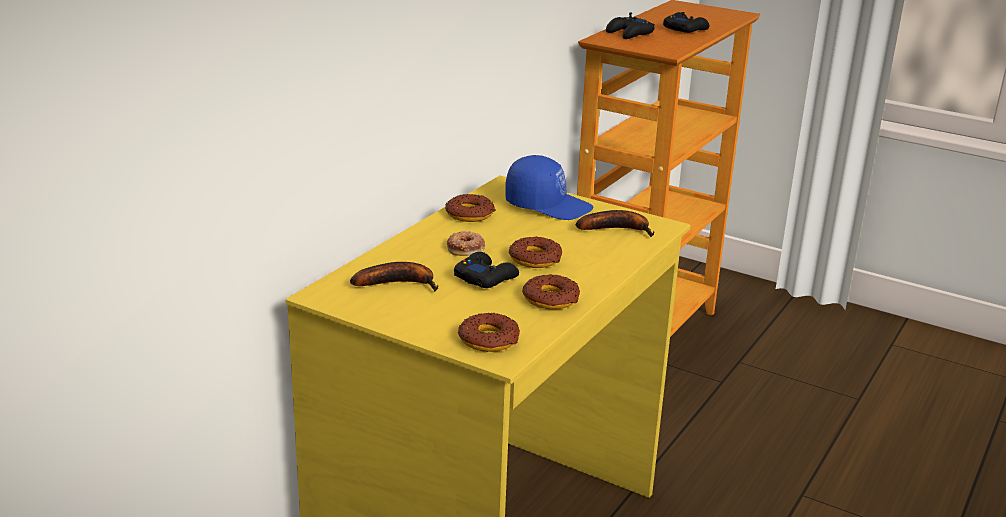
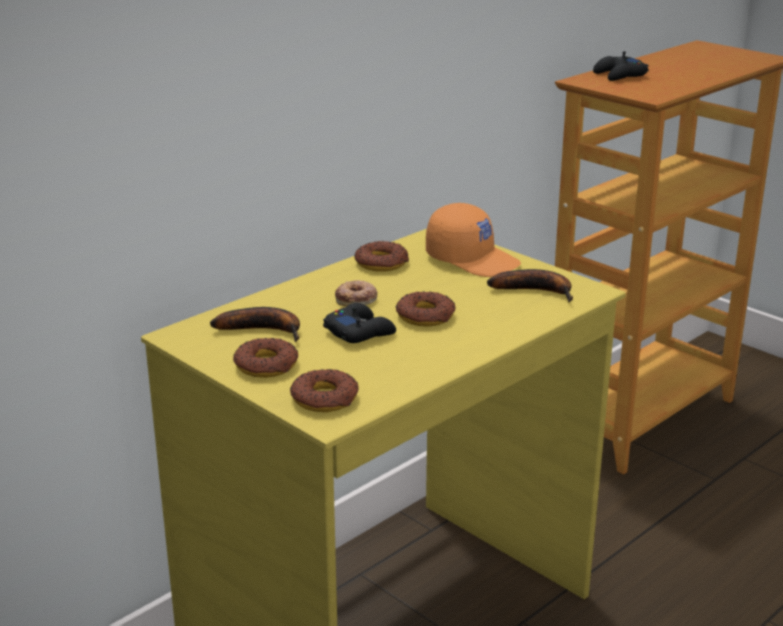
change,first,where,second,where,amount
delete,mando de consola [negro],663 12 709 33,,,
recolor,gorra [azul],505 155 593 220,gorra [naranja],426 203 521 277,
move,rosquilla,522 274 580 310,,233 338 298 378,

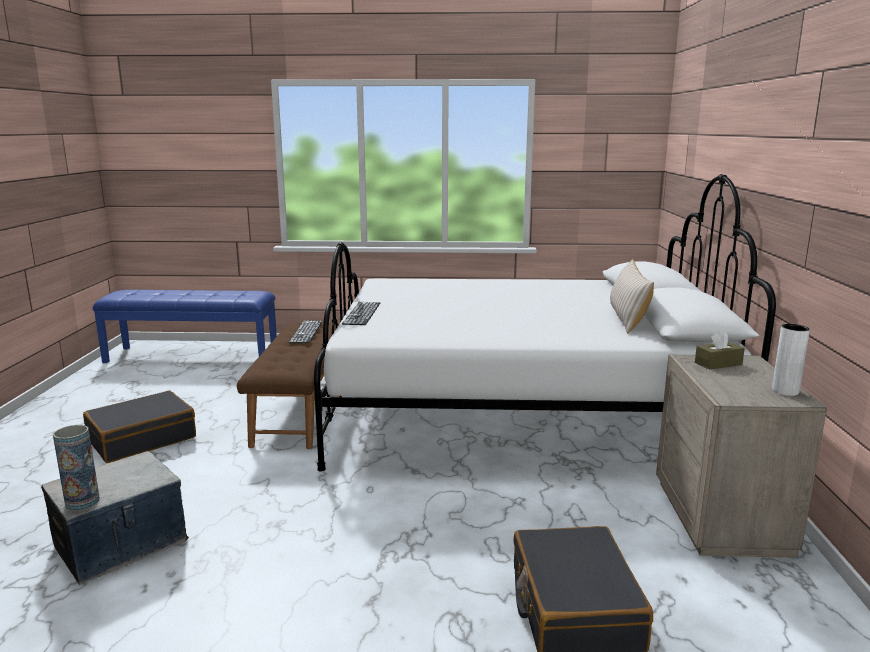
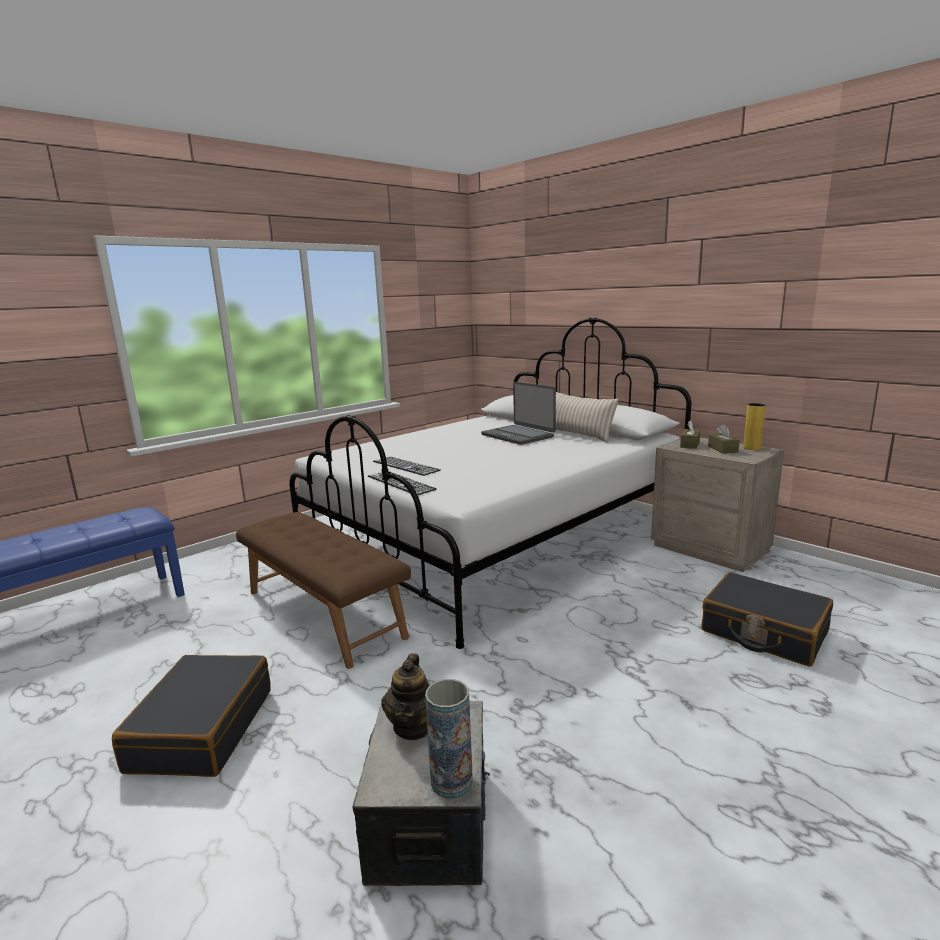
change,first,where,second,where,amount
move,teclado,289 321 322 343,,373 456 441 476,
recolor,florero [blanco],772 324 810 396,florero [amarillo],743 403 766 450,
insert,,,portátil,481 382 556 445,
insert,,,caja de pañuelos [marrón],708 424 740 454,
insert,,,tetera,381 653 430 740,

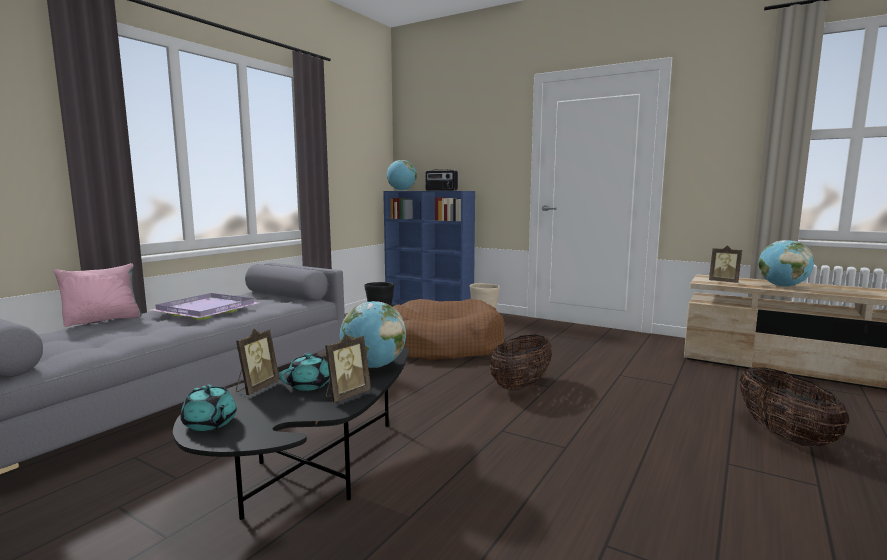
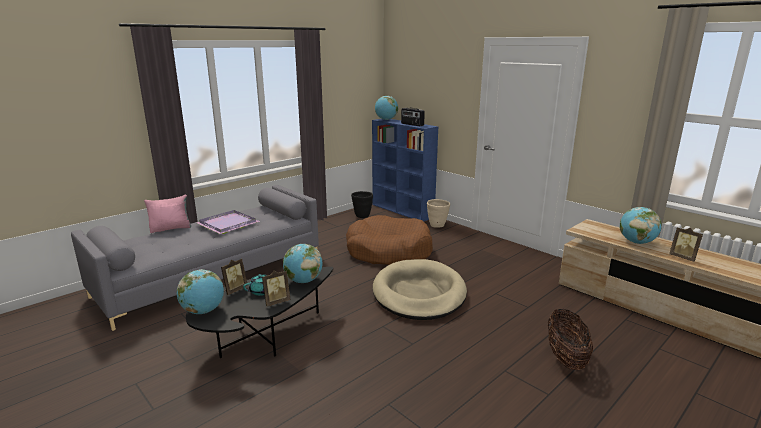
change,first,where,second,where,amount
move,portarretratos,709 245 742 283,,669 227 703 262,
replace,cesta,490 335 552 390,cama para perro [beis],373 259 467 320,
replace,tetera [turquesa],180 385 237 431,globo terráqueo,177 269 224 314,

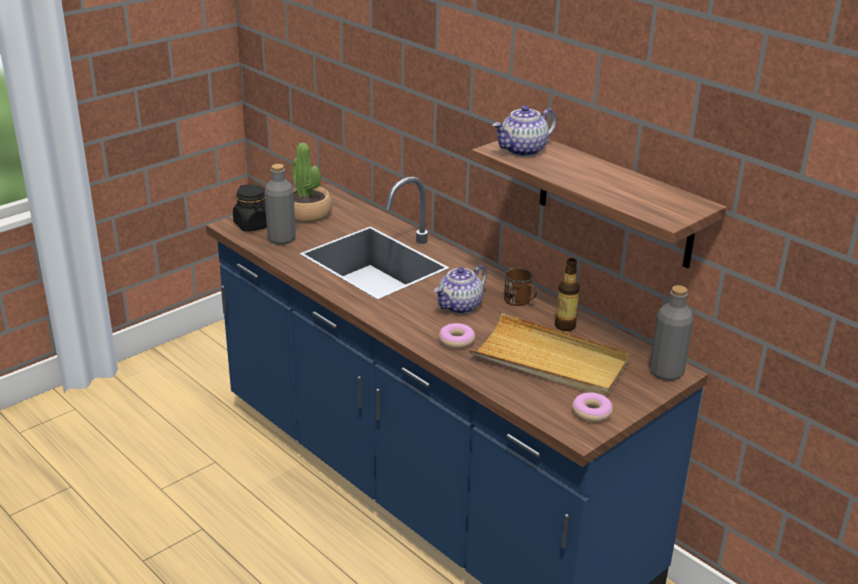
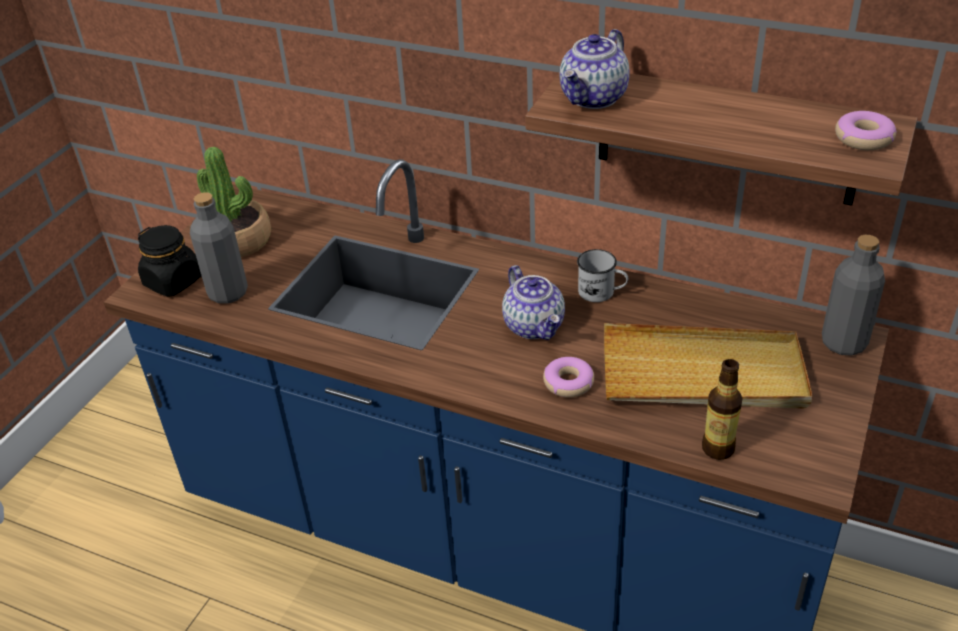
change,first,where,second,where,amount
move,botella,555 258 580 331,,702 359 743 460,
rotate,tetera,434 265 487 314,,502 265 565 340,45 degrees counterclockwise
recolor,taza grande [marrón],504 268 537 306,taza grande [blanco],577 249 628 302,
move,rosquilla,572 392 613 422,,835 111 897 150,

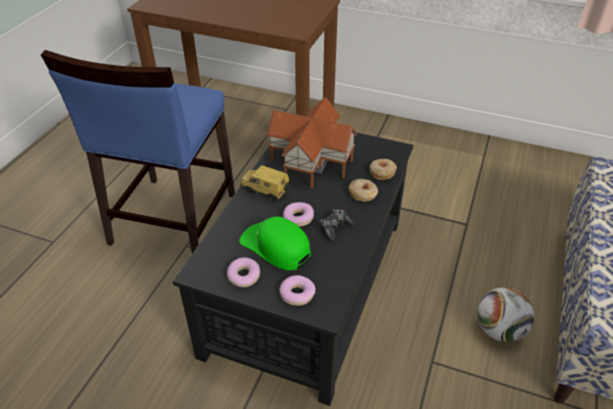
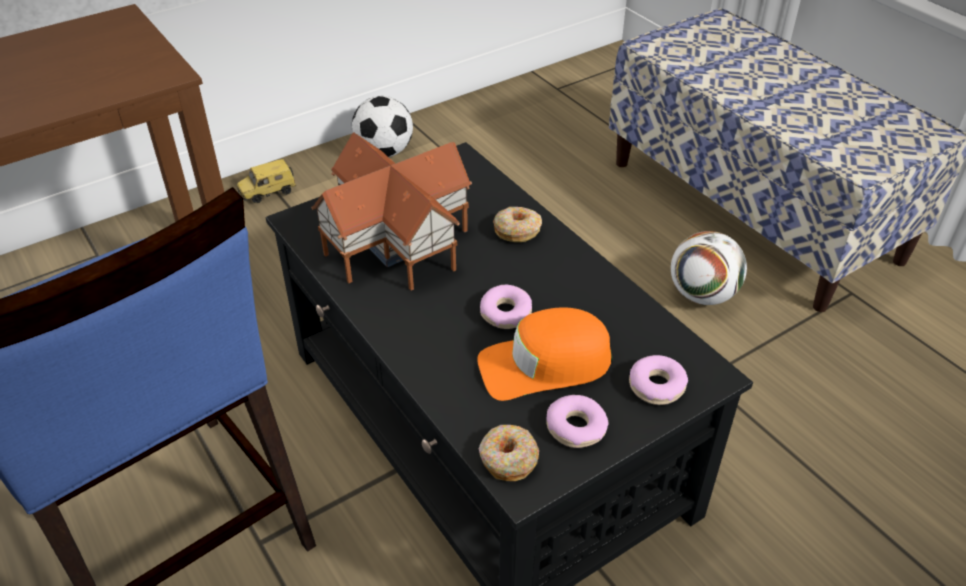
change,first,where,second,where,amount
move,rosquilla,369 159 397 180,,479 425 539 481,
move,coche de juguete,241 165 290 201,,237 159 296 203,
delete,mando de consola,319 209 354 241,,,
recolor,gorra [verde],239 216 311 270,gorra [naranja],477 307 612 401,
insert,,,balón de fútbol,352 96 413 157,

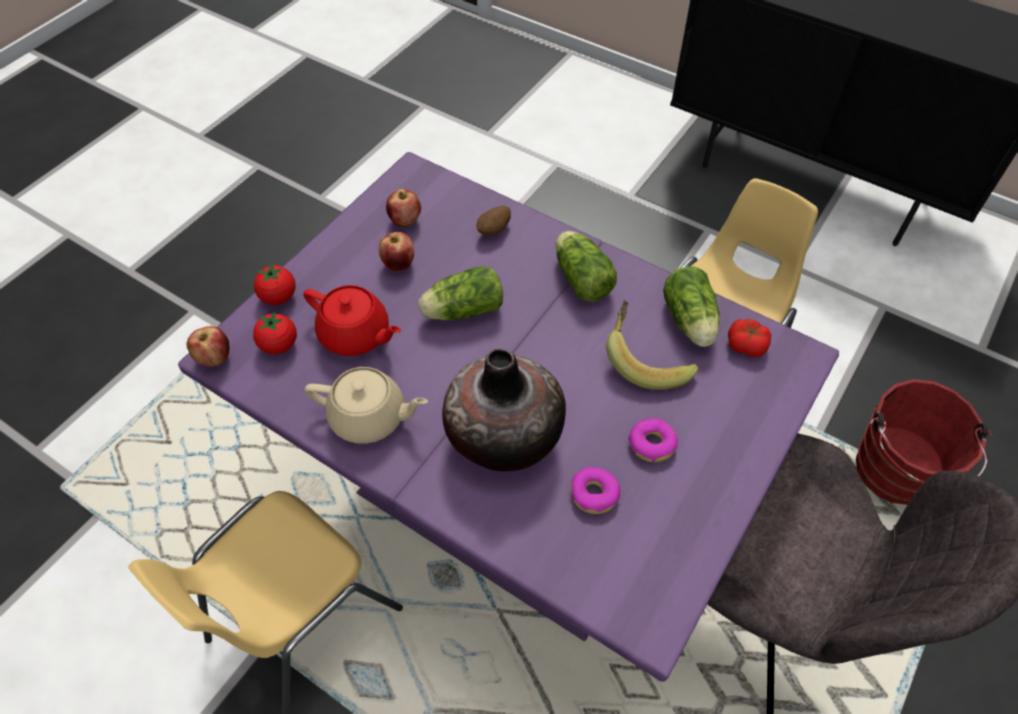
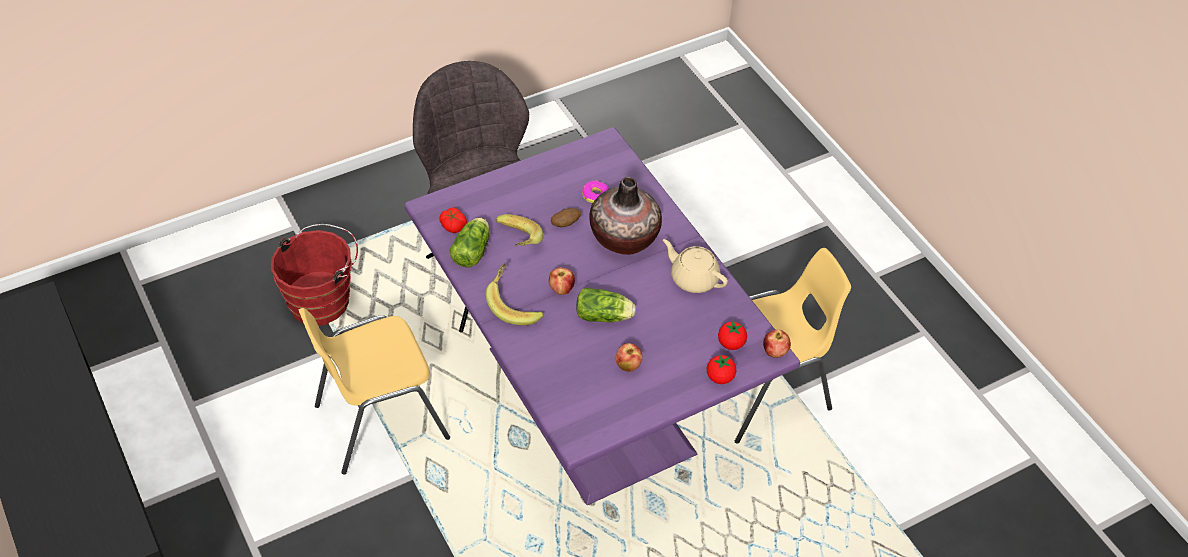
change,first,where,second,where,amount
move,manzana,386 189 421 227,,549 267 575 295,
move,patata,477 206 511 236,,551 208 581 227,
replace,lechuga,555 231 617 302,plátano,485 263 544 325,
delete,tetera [rojo],304 285 401 356,,,
delete,rosquilla,628 418 678 463,,,

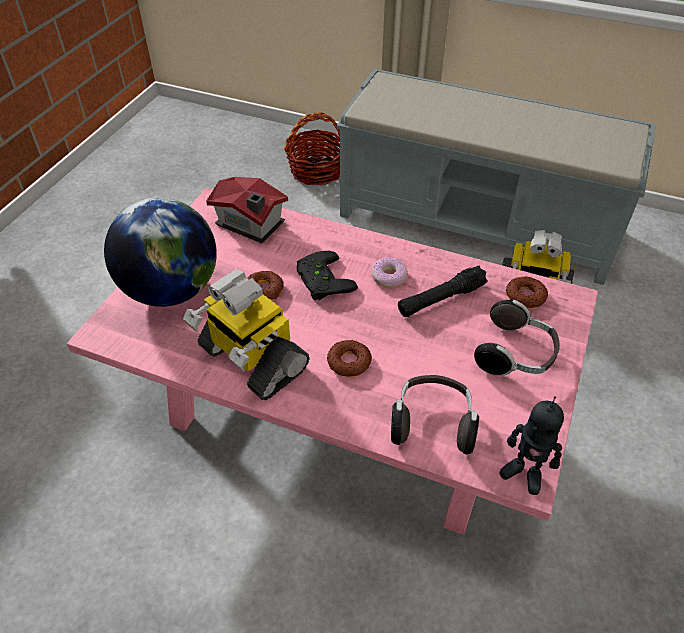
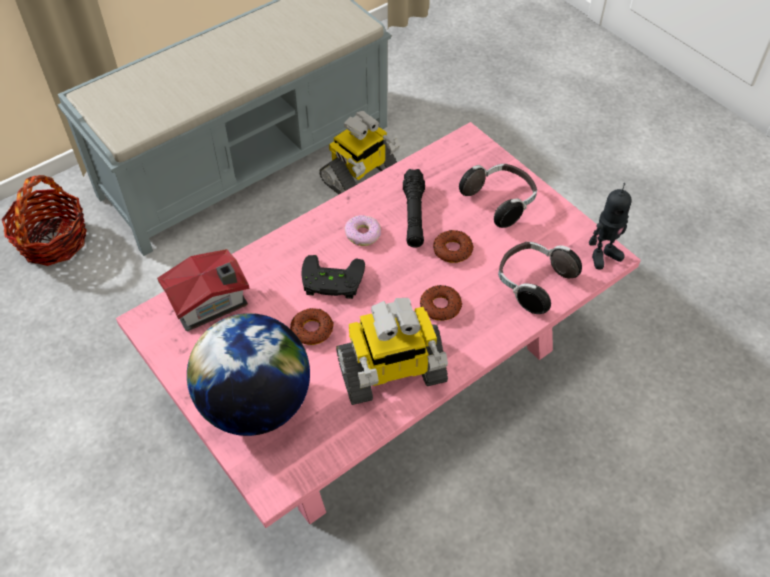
change,first,where,second,where,amount
move,rosquilla,506 276 548 309,,433 230 473 263,

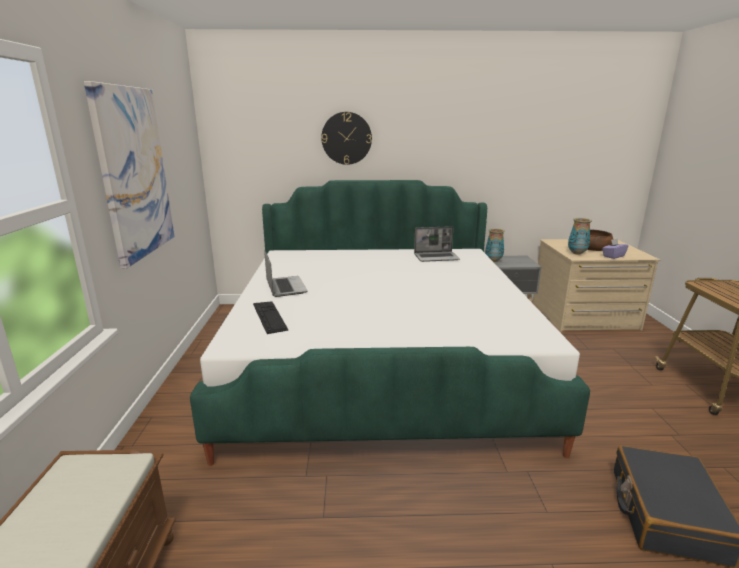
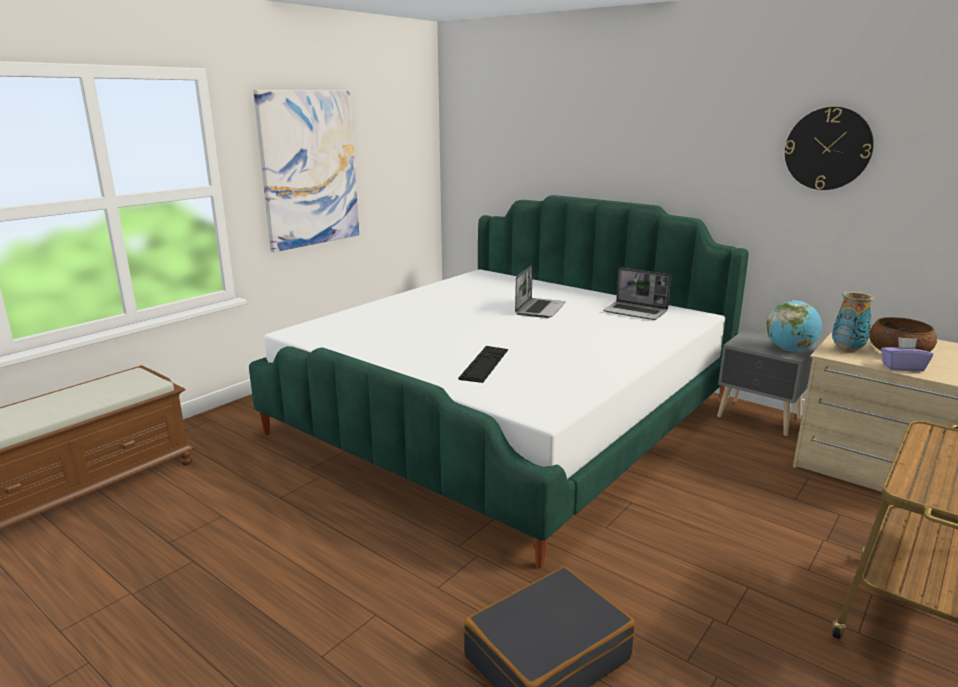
change,first,where,second,where,amount
move,reloj de pared,321 112 372 165,,785 107 874 190,
delete,florero,485 228 505 262,,,
move,portátil,264 251 308 297,,515 265 566 318,
move,teclado,253 301 289 334,,458 346 508 383,
insert,,,globo terráqueo,766 300 822 351,

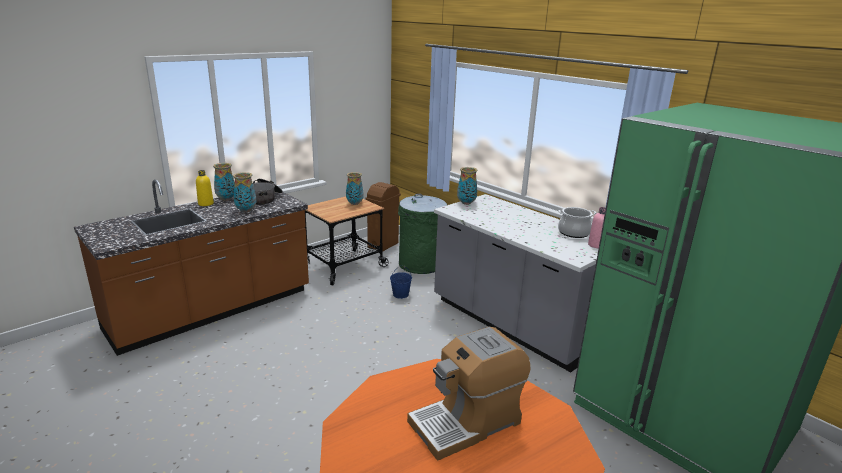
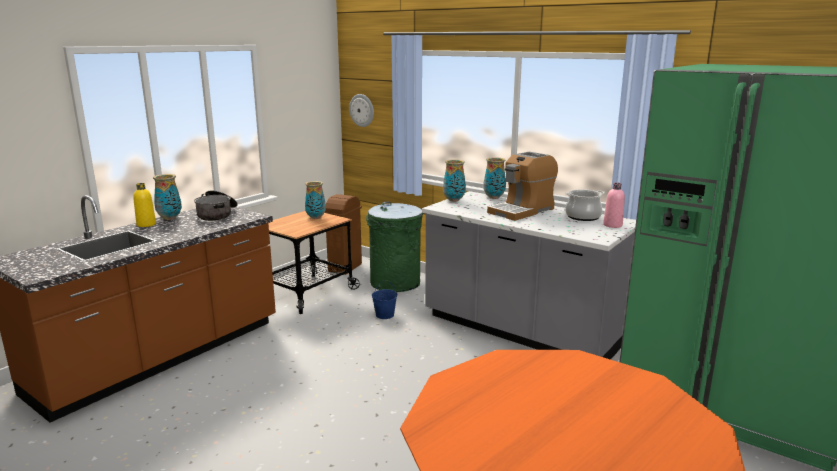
change,first,where,second,where,amount
move,florero,233 172 256 212,,484 157 506 199,
move,cafetera,407 327 530 461,,487 152 558 221,
insert,,,reloj de pared,349 94 374 127,

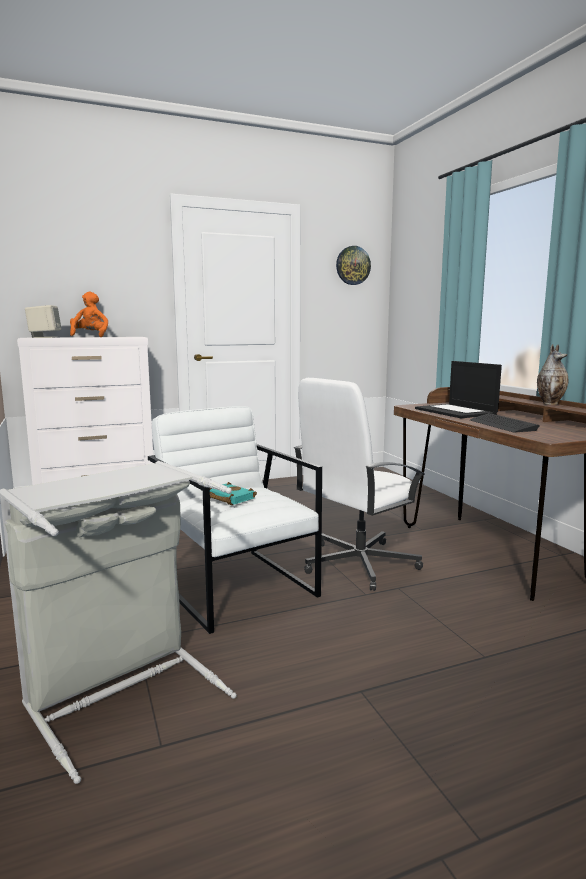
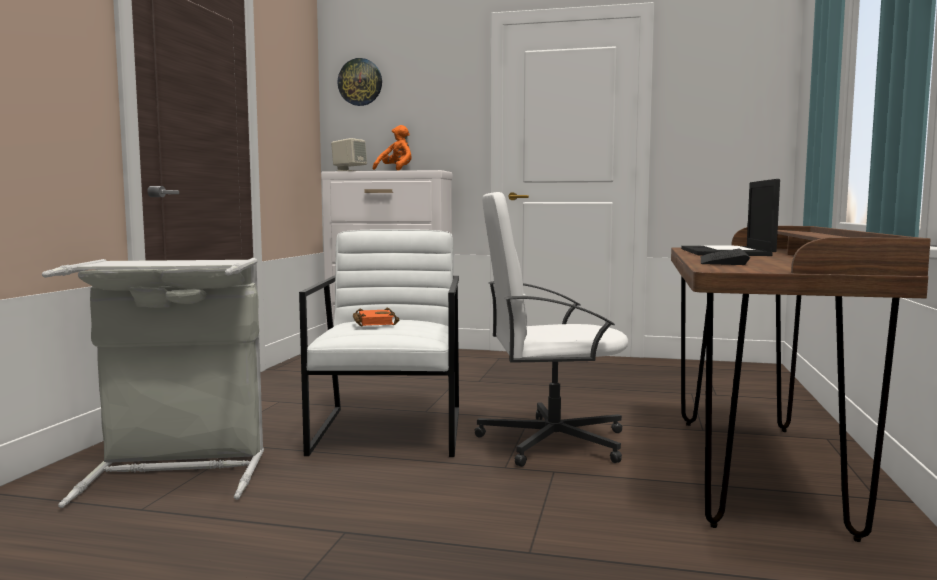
change,first,where,second,where,amount
move,reloj de pared,336 246 371 285,,337 58 382 106,
delete,florero,537 344 569 405,,,
recolor,libro [turquesa],210 482 257 505,libro [naranja],353 308 400 326,

